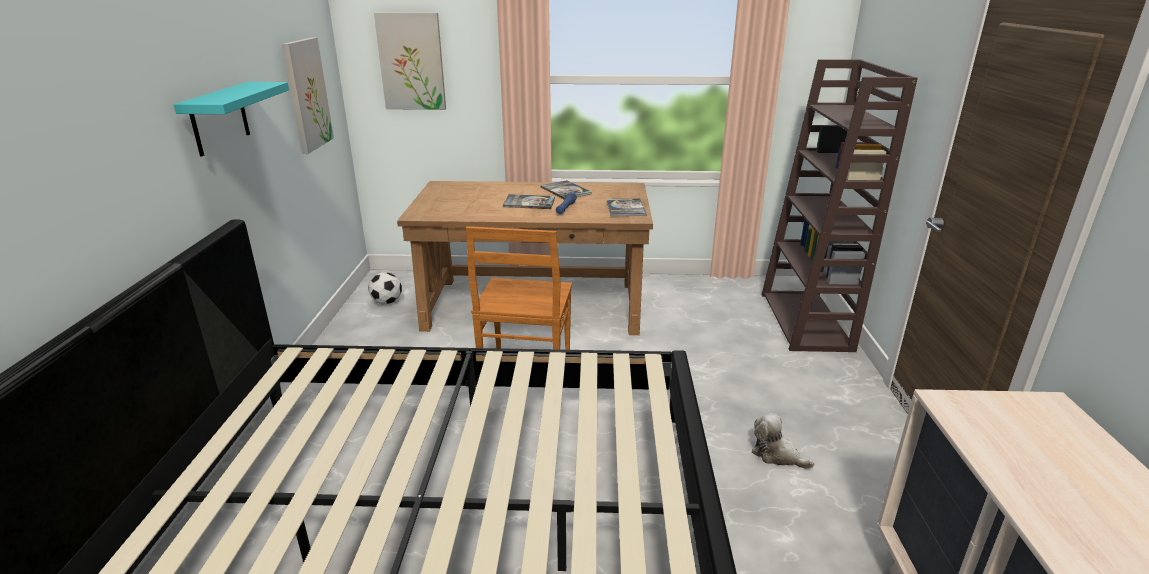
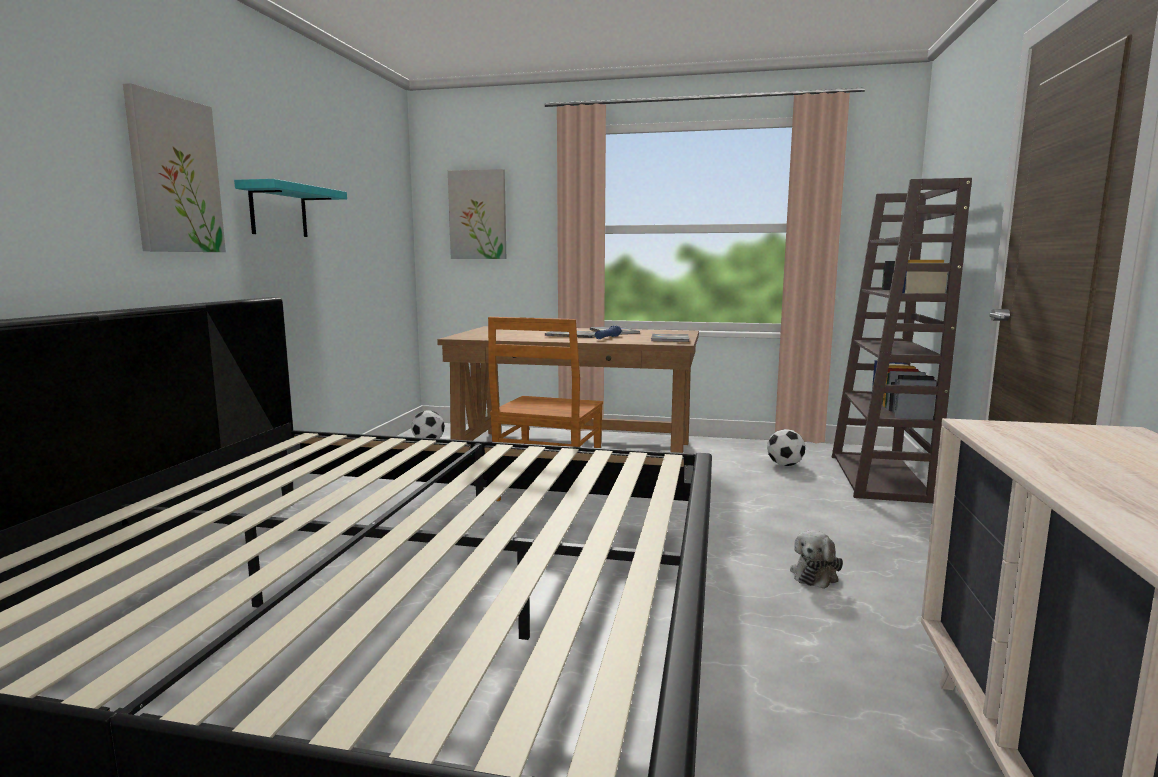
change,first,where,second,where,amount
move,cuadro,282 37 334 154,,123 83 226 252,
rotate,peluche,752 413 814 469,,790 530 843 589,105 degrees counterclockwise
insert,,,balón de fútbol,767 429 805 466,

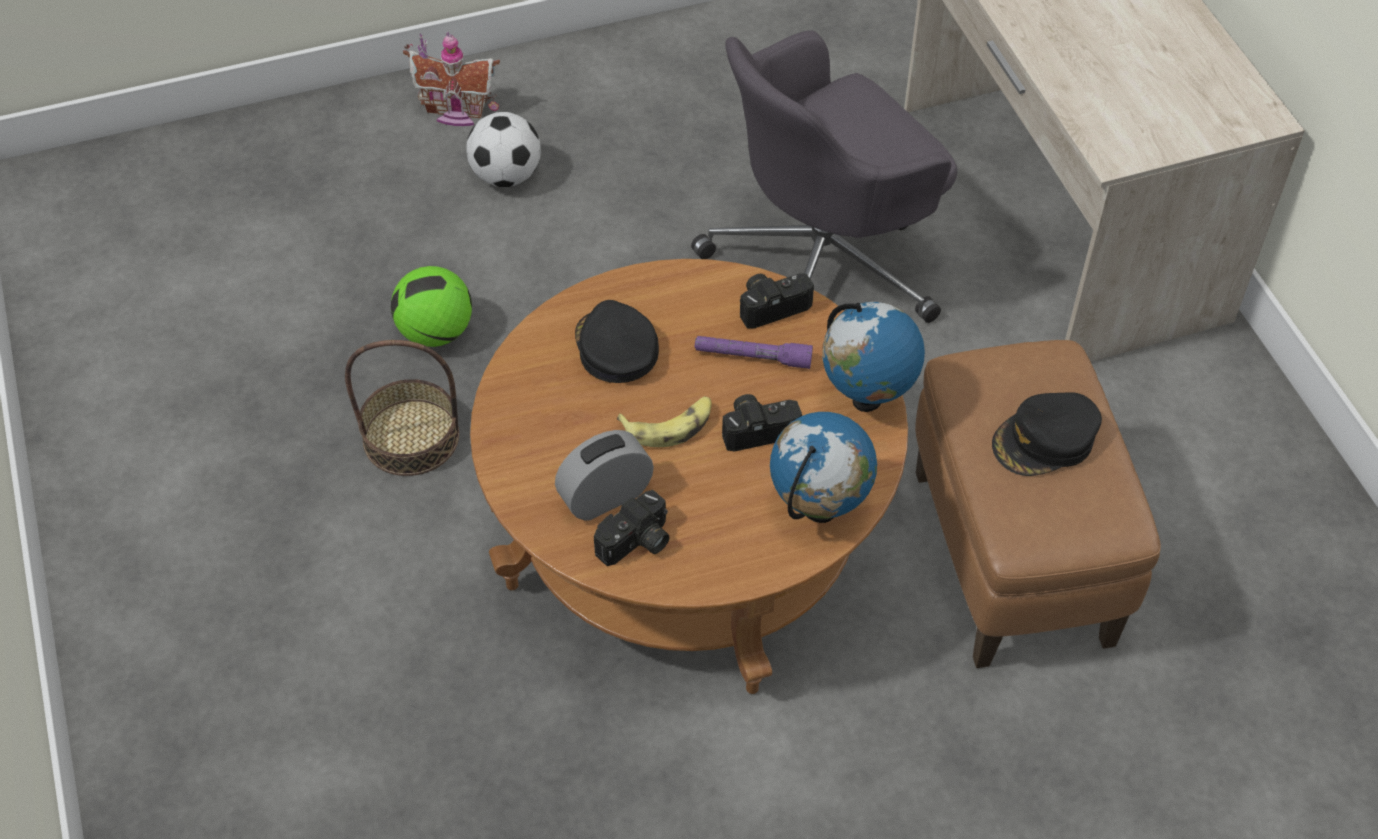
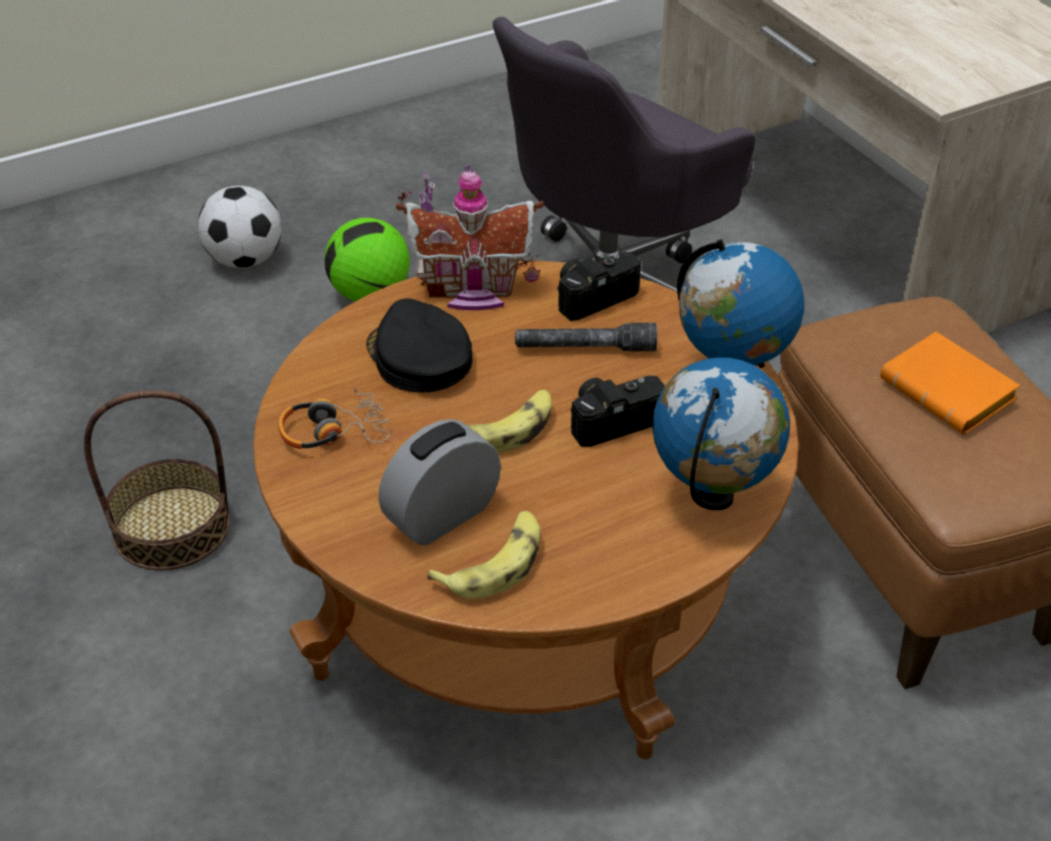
change,first,where,second,where,amount
move,casita,403 32 500 126,,396 164 543 310,
move,balón de fútbol,391 266 472 347,,324 218 410 302,
recolor,linterna [morado],695 336 813 369,linterna [gris],515 323 657 351,
replace,gorra [negro],992 392 1102 476,libro [naranja],880 332 1020 435,
replace,cámara,594 490 670 566,plátano,427 511 541 599,
insert,,,auriculares,278 386 389 449,

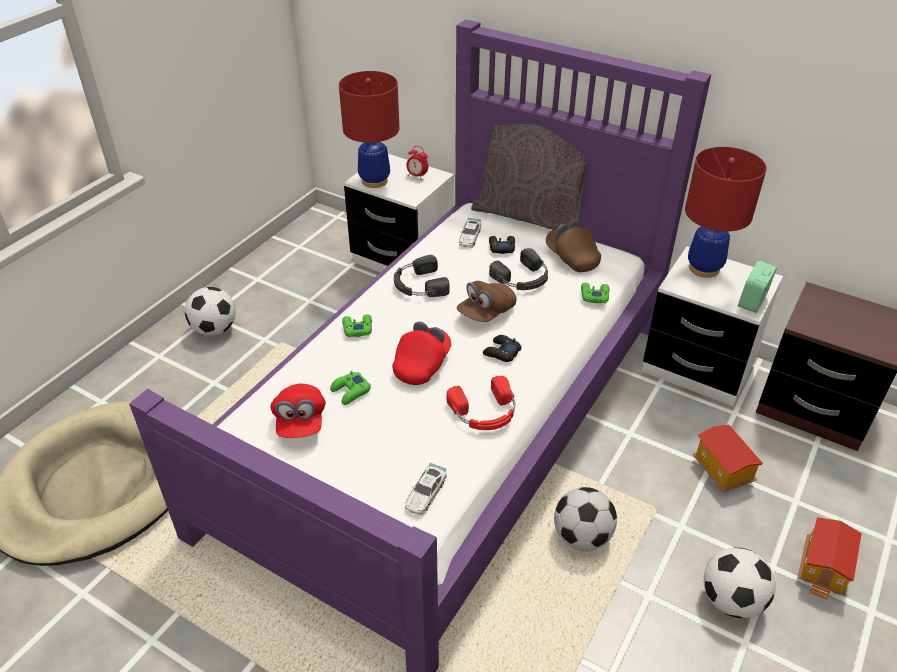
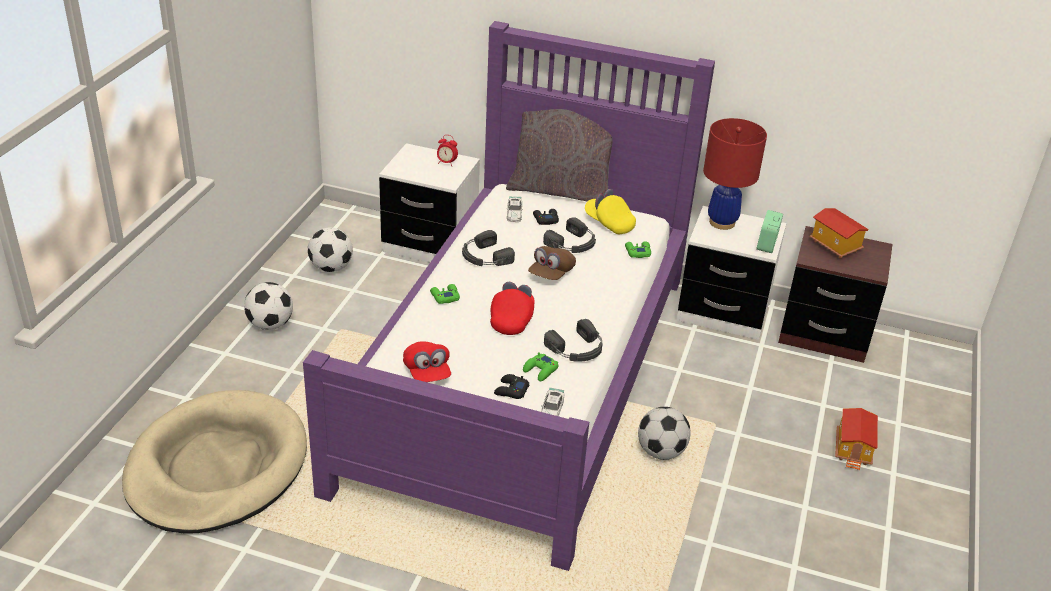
change,first,where,second,where,amount
delete,lámpara de mesa [rojo],339 71 400 188,,,
recolor,gorra [marrón],546 219 601 272,gorra [amarillo],585 189 636 234,
move,mando de consola [negro],483 335 521 362,,494 374 530 399,
move,mando de consola [verde],330 371 371 405,,523 352 559 381,
recolor,auriculares [rojo],447 376 515 430,auriculares [negro],544 319 603 362,
move,casita,693 425 763 492,,809 208 869 259,
move,balón de fútbol,704 547 776 618,,308 228 353 272,

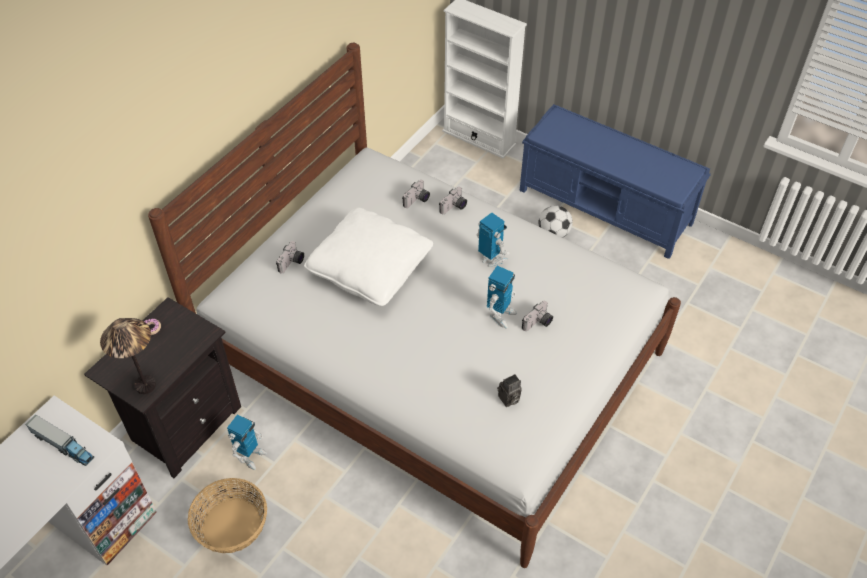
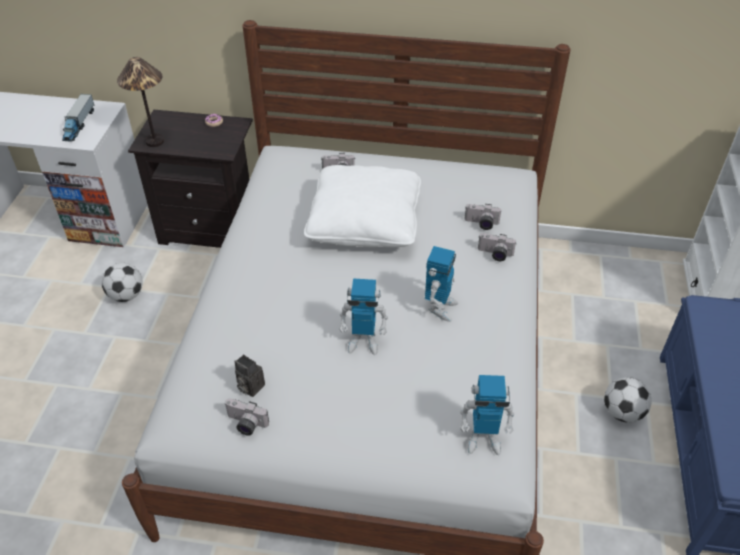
change,first,where,second,where,amount
move,cámara,522 301 553 331,,225 398 269 436,
move,robot de juguete,227 415 267 470,,460 375 514 455,
replace,cesta,188 478 267 553,balón de fútbol,102 263 143 302,

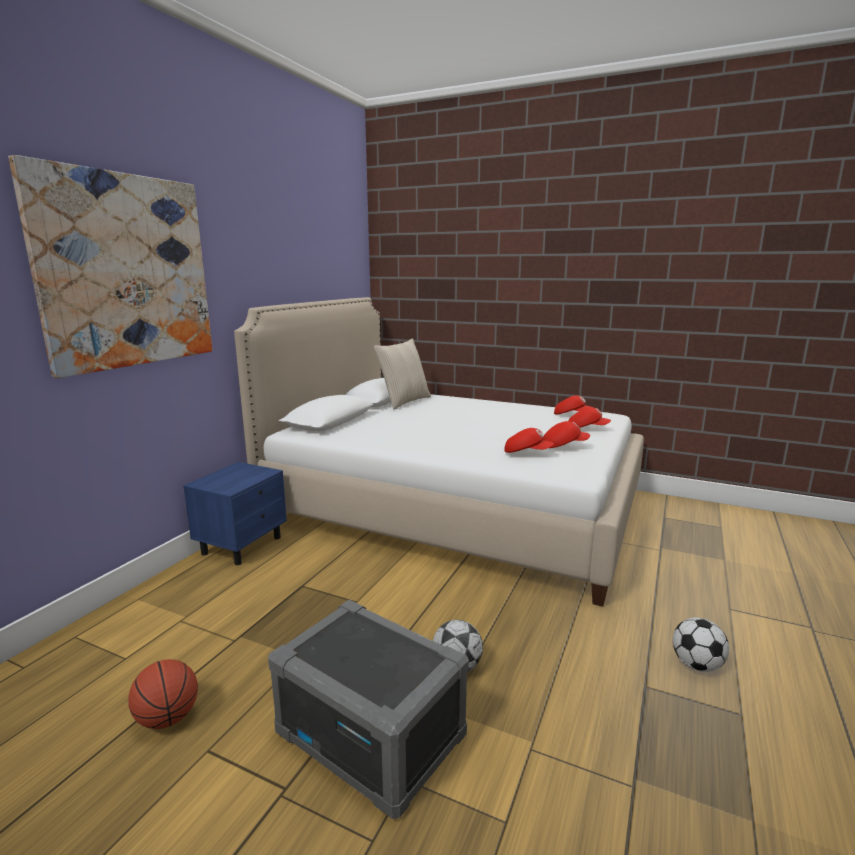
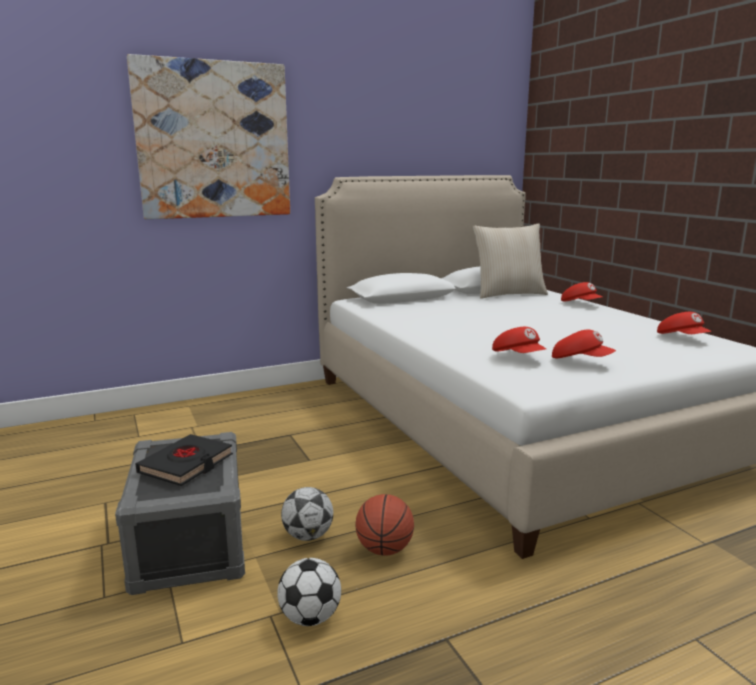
change,first,where,second,where,amount
move,gorra [rojo],568 407 611 428,,561 282 603 302,
delete,mesita de noche [azul],183 462 287 565,,,
move,balón de fútbol,673 617 729 672,,277 558 341 626,
move,balón de baloncesto,128 659 198 729,,355 494 414 555,
insert,,,libro [negro],135 434 233 486,

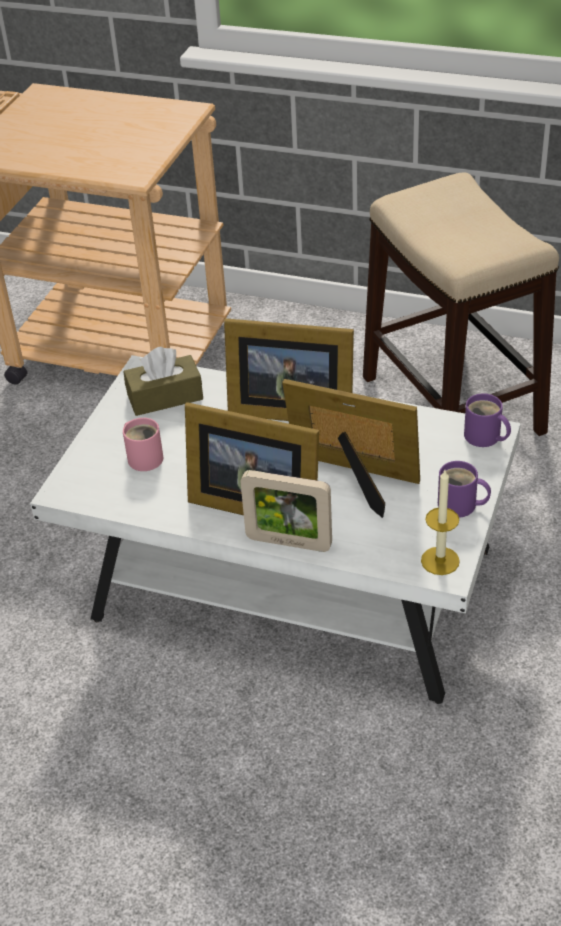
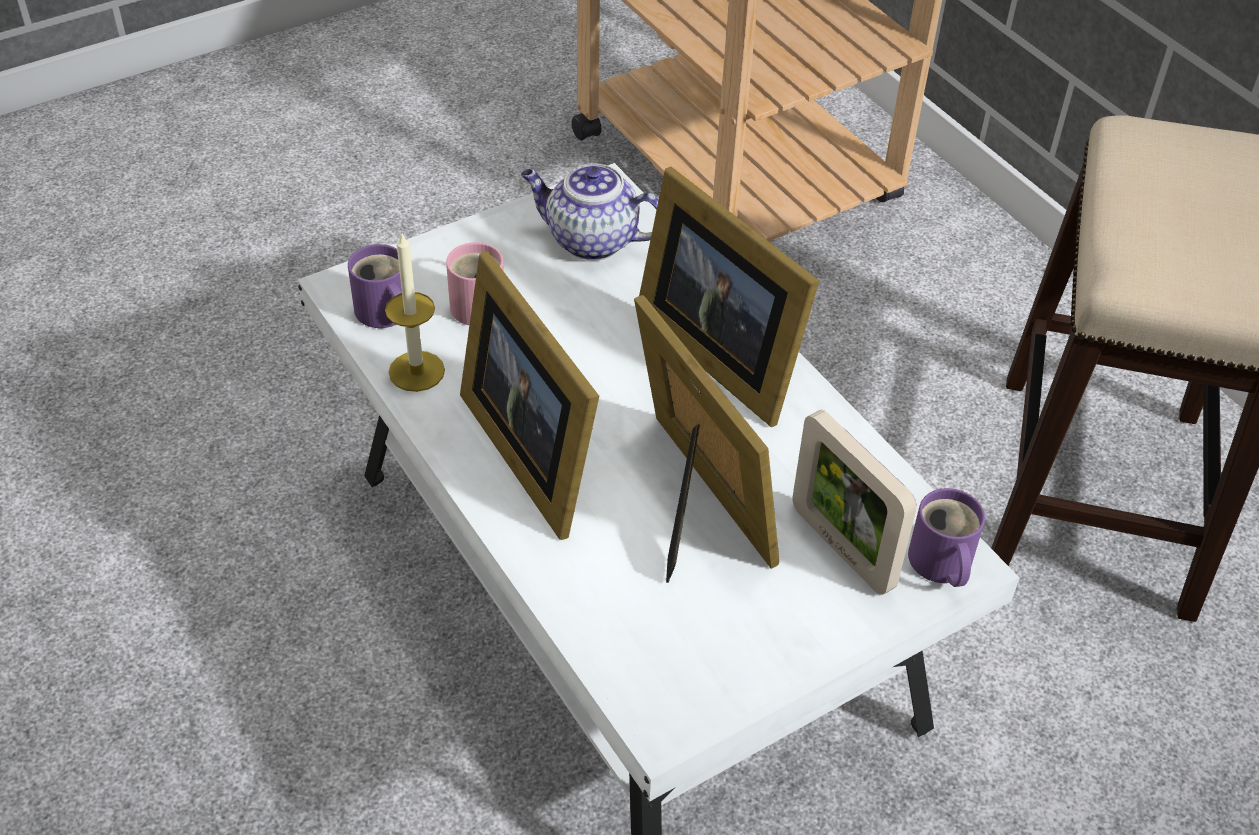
change,first,where,second,where,amount
replace,caja de pañuelos [marrón],123 347 203 416,tetera,521 163 659 260,
move,taza grande [morado],438 461 491 518,,348 244 402 328,
move,portarretratos,241 470 332 552,,792 410 917 595,
move,vela,421 470 460 575,,385 234 445 392,

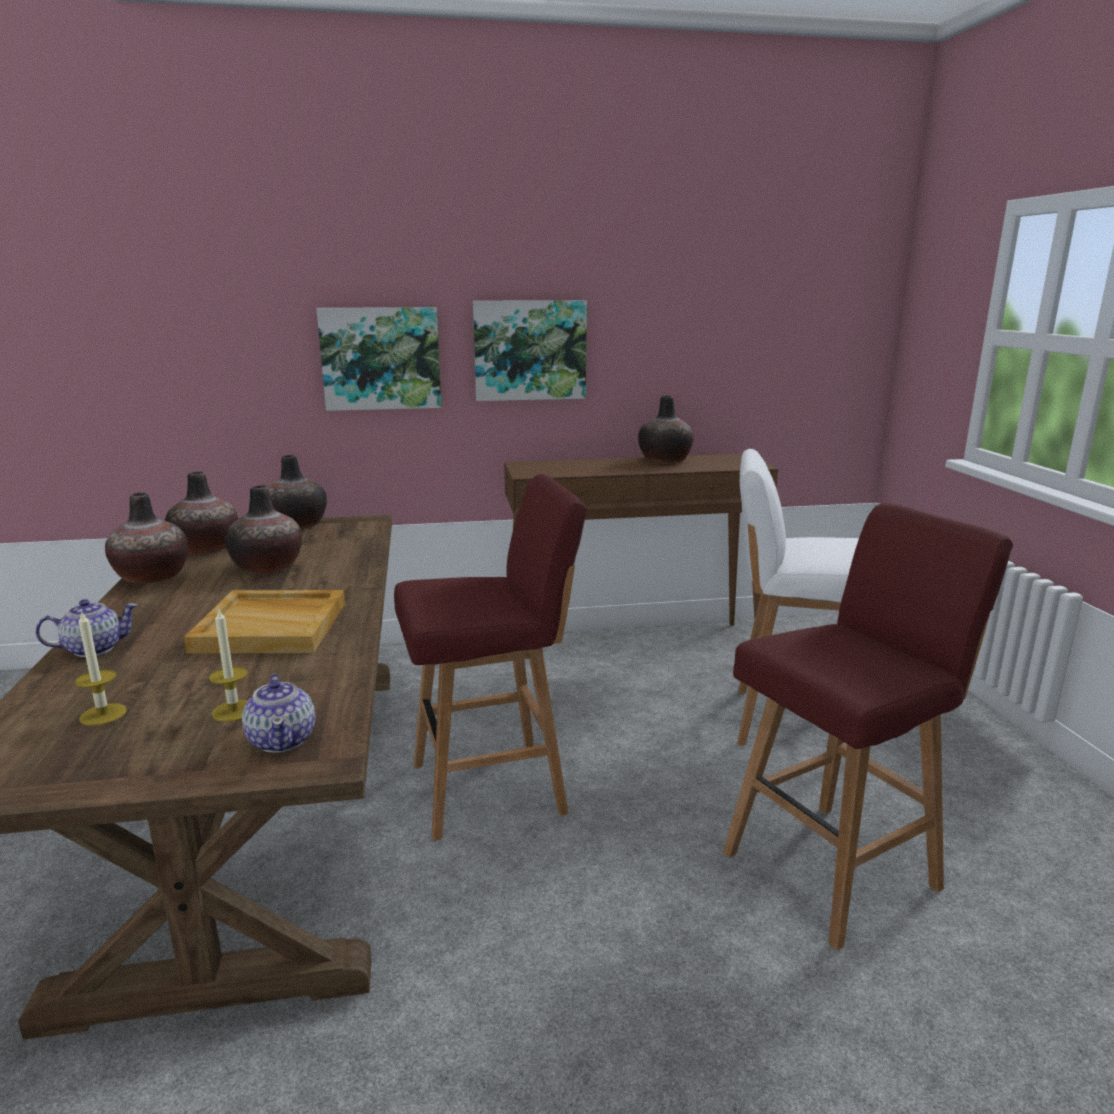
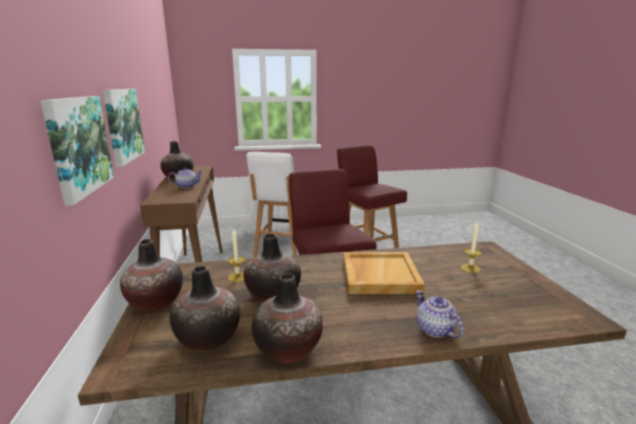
change,first,where,second,where,amount
move,vela,75 610 127 726,,228 229 245 282,
move,tetera,242 674 315 753,,168 167 202 188,

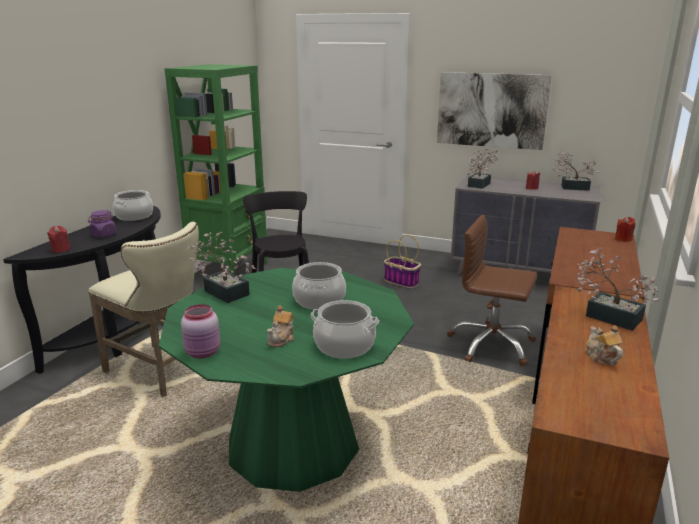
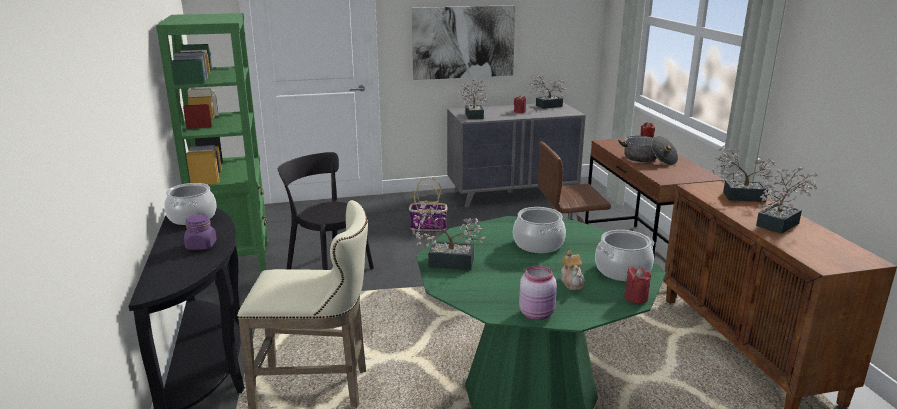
change,first,where,second,where,amount
move,vela [rojo],47 226 70 253,,624 266 651 304,
replace,tetera,586 325 623 365,planta en maceta,756 167 818 234,
insert,,,olla,618 136 678 166,

